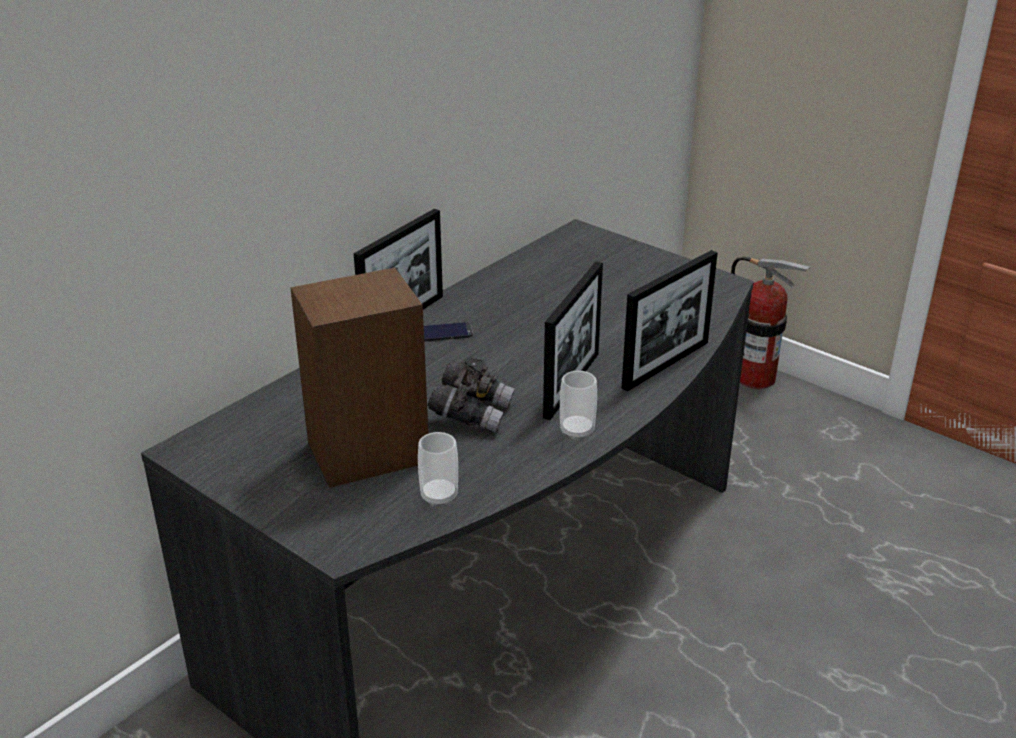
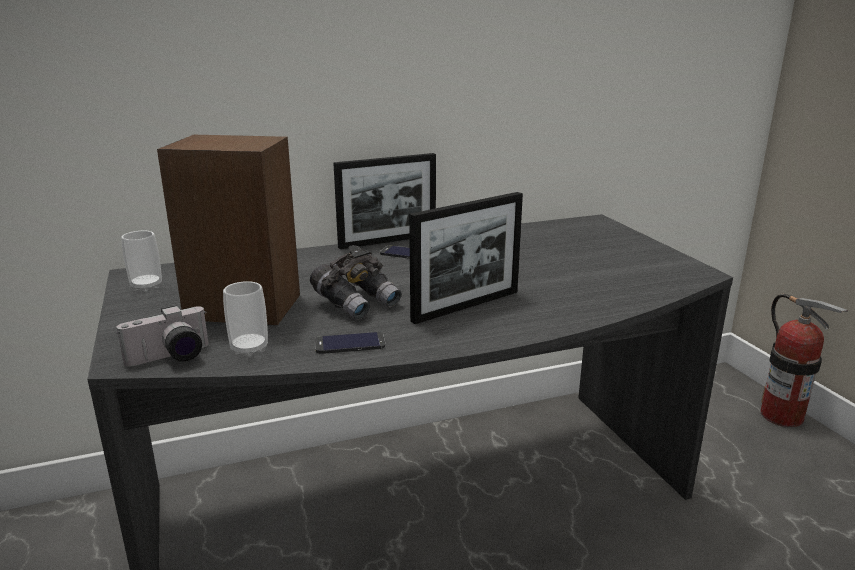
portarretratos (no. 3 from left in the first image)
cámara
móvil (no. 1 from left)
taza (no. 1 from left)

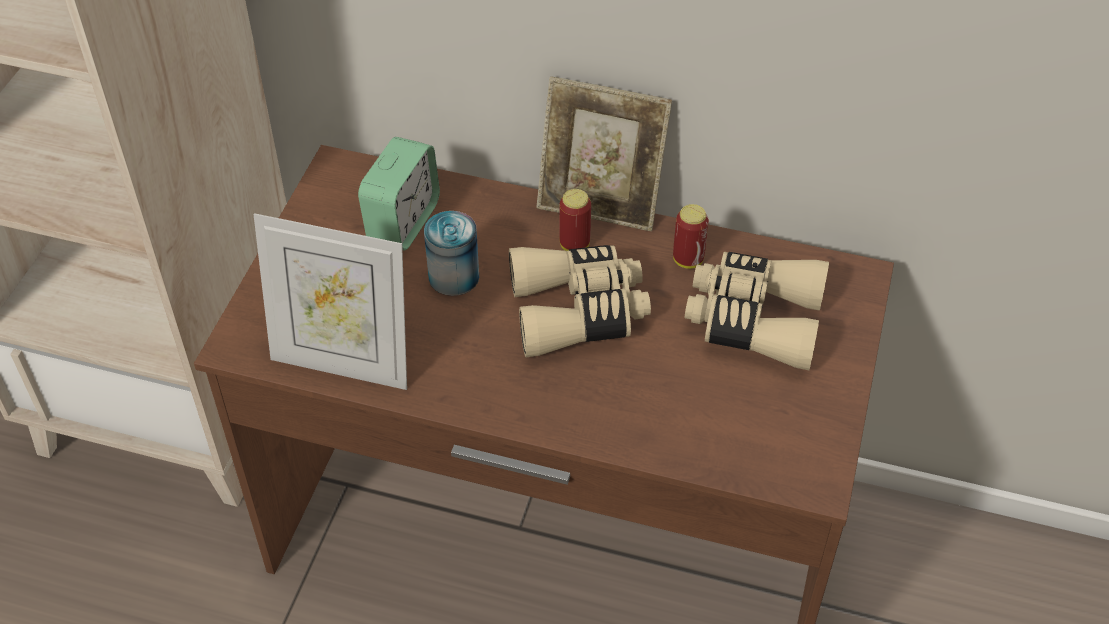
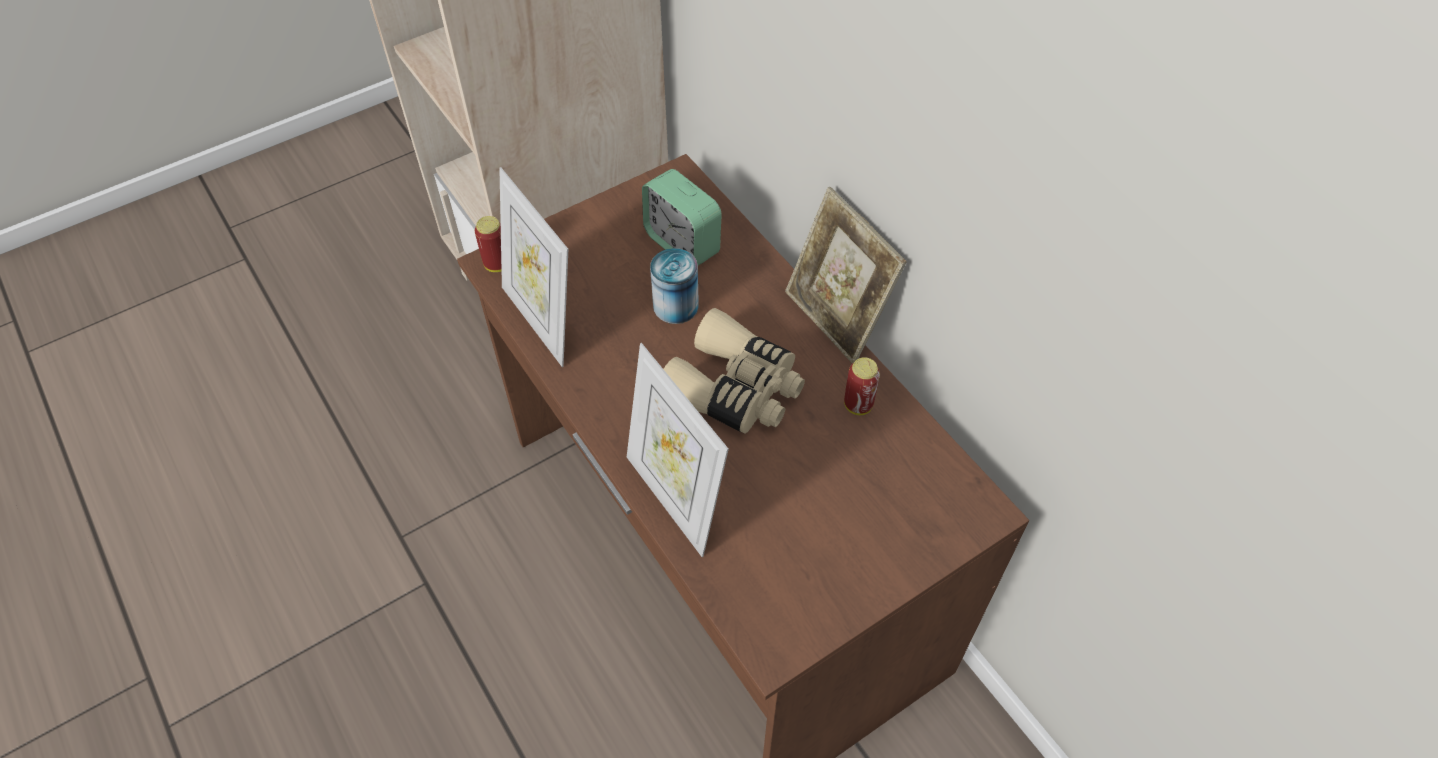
prismáticos/beis (no. 2 from left in the first image)
portarretratos (no. 2 from left)
lata (no. 1 from left)
despertador

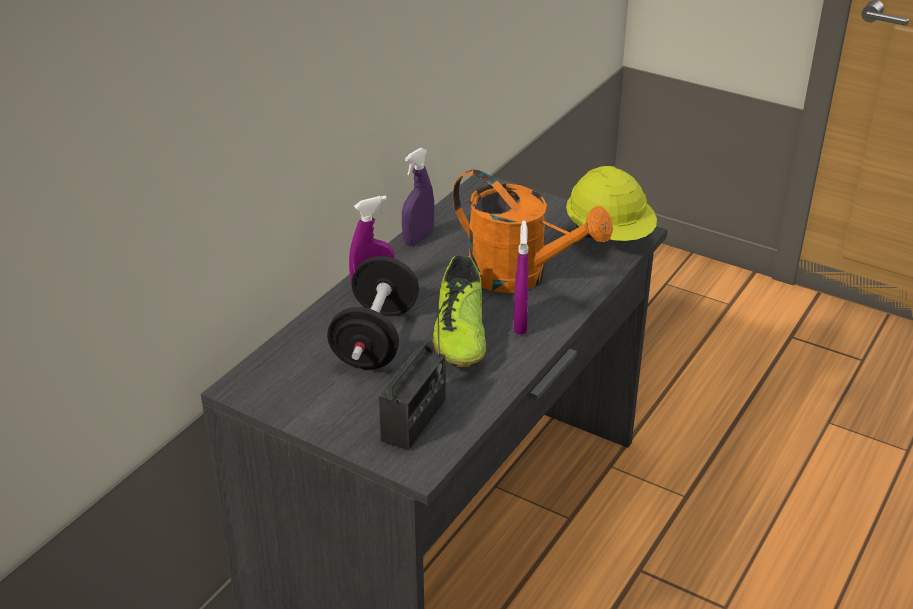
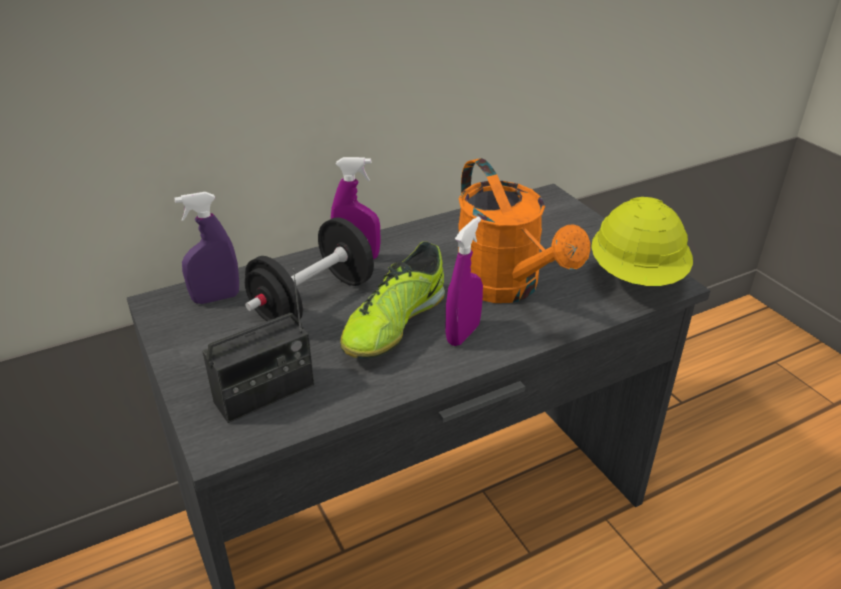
pulverizador/morado (no. 1 from left)

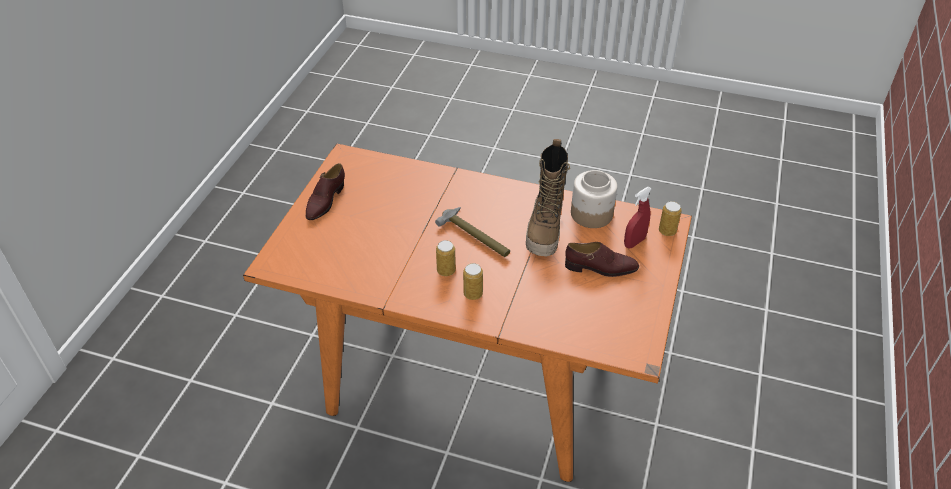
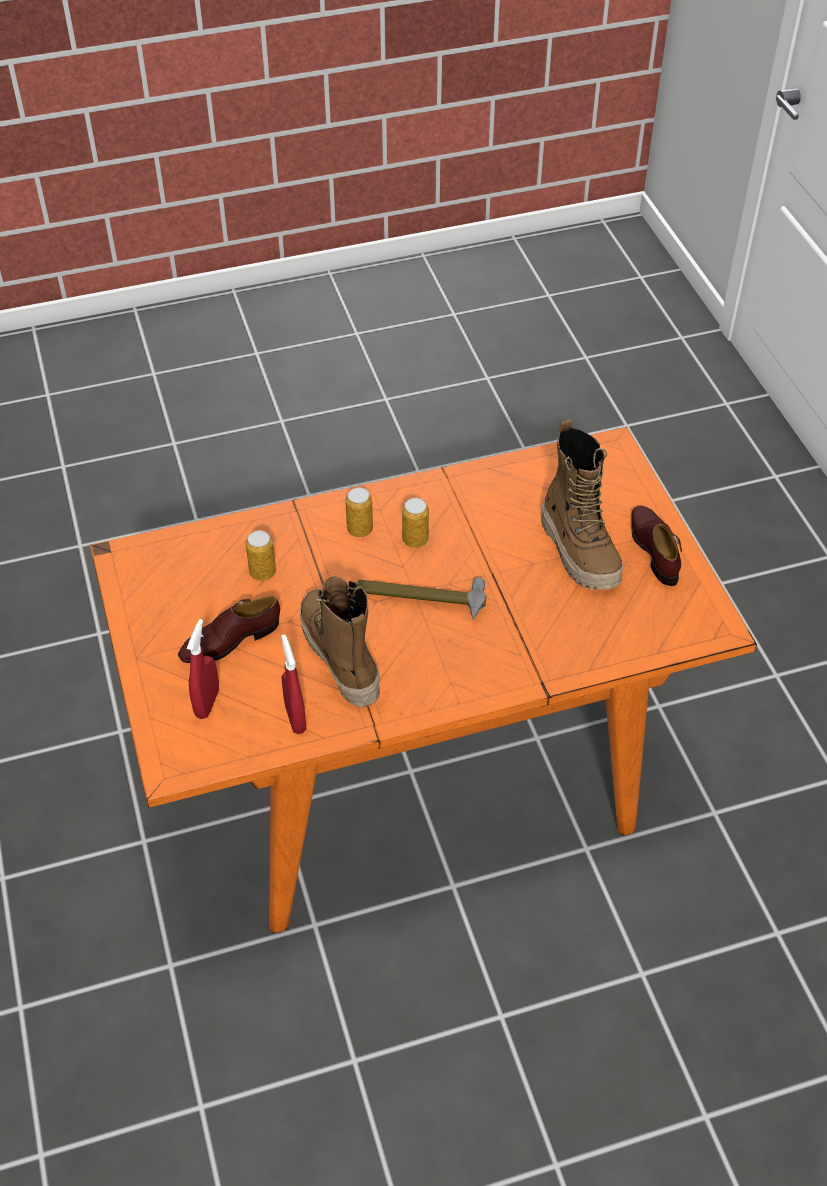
bota (no. 2 from left)
lata (no. 1 from left)
pulverizador/rojo (no. 2 from left)

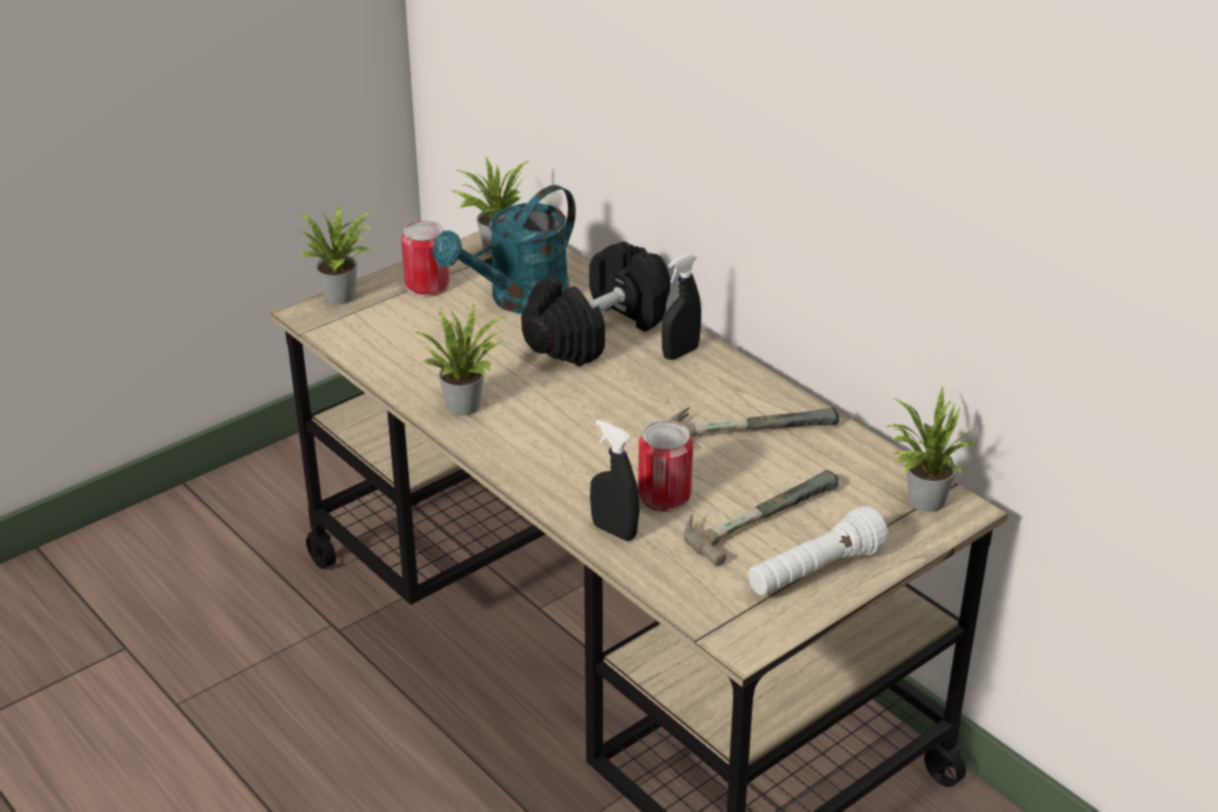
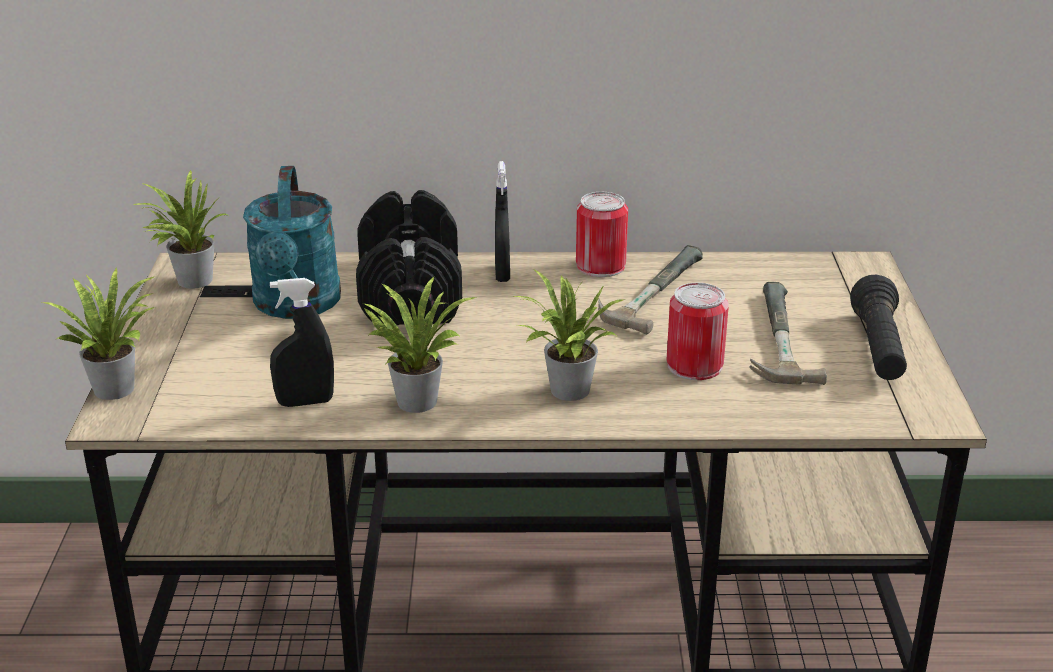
lata (no. 1 from left)
pulverizador/negro (no. 1 from left)
planta en maceta (no. 4 from left)
linterna/negro

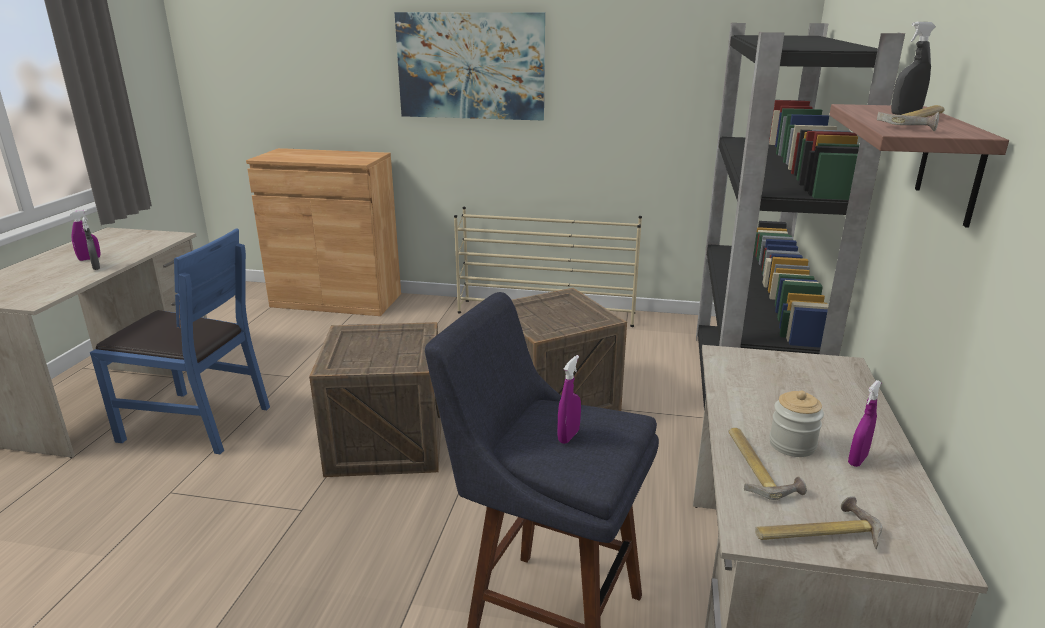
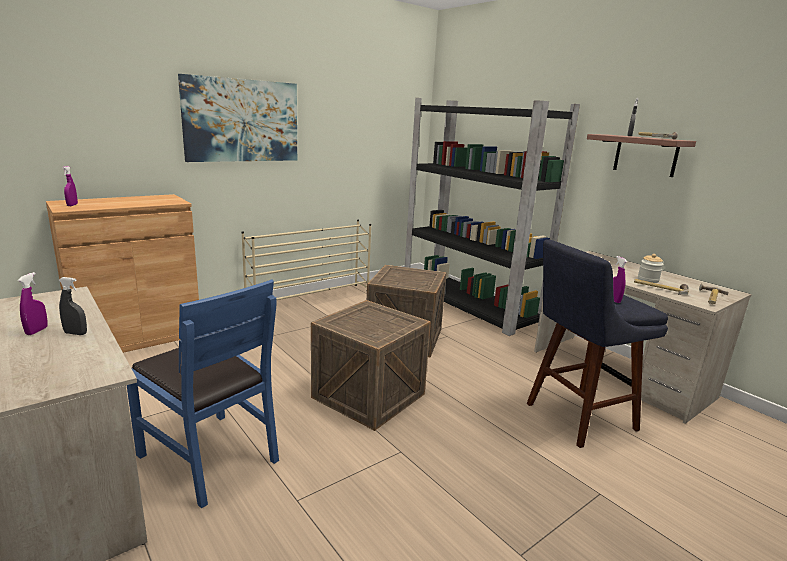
pulverizador/morado (no. 2 from left)
silla/azul

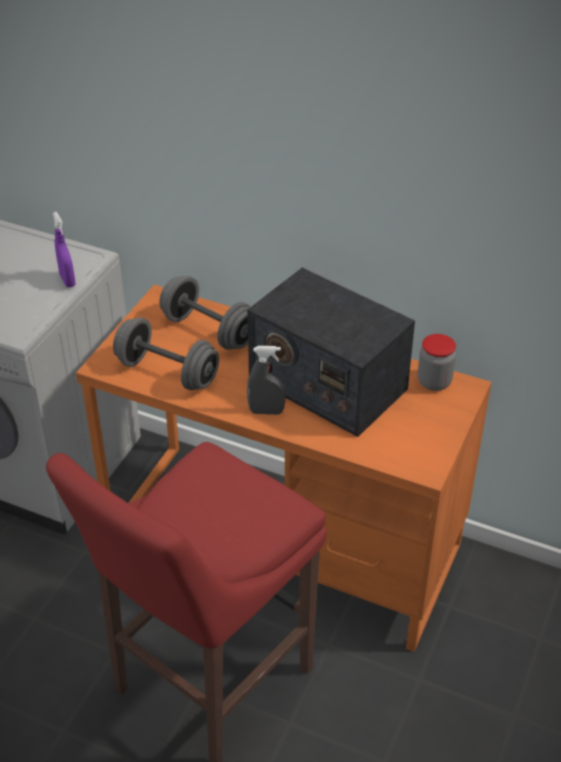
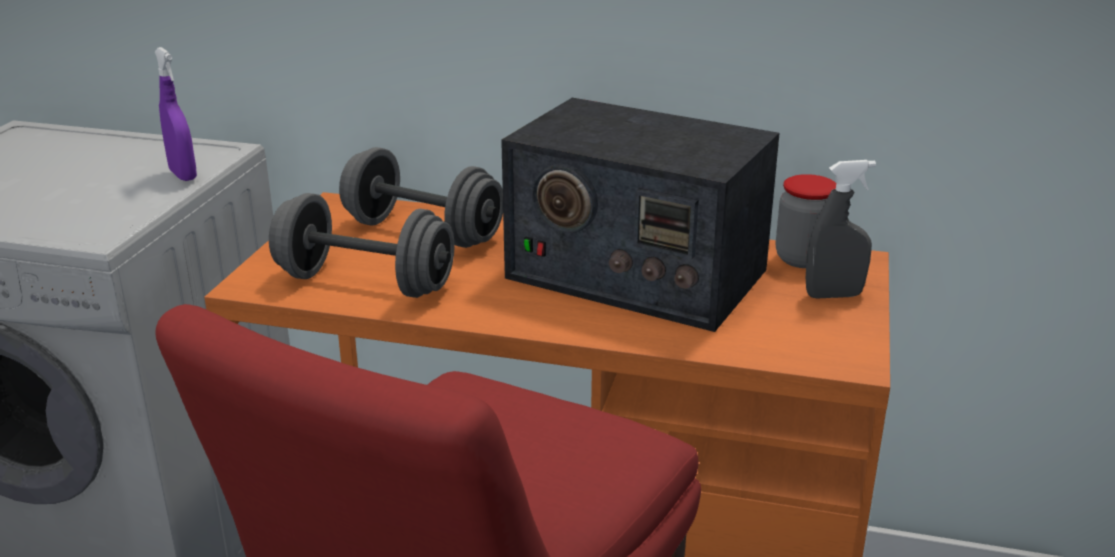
pulverizador/gris

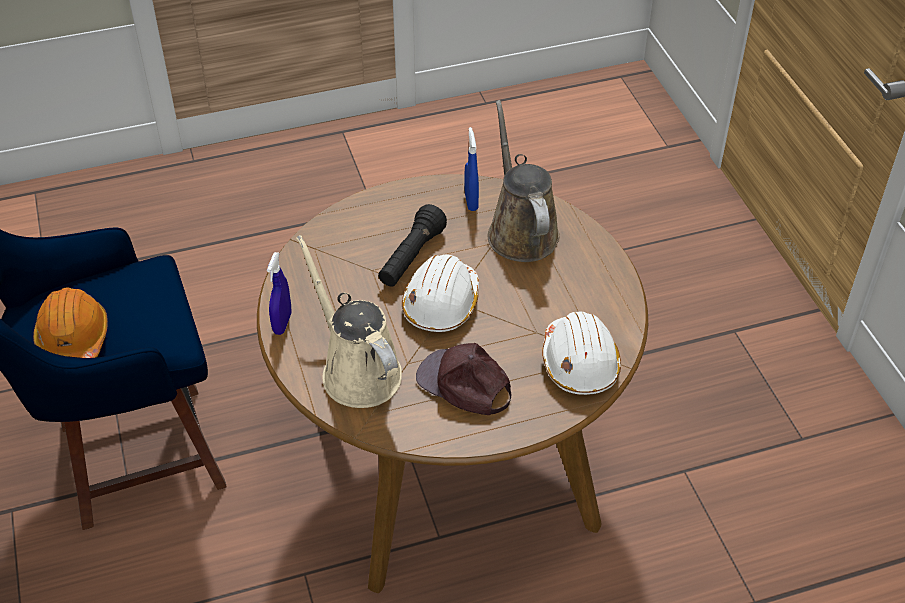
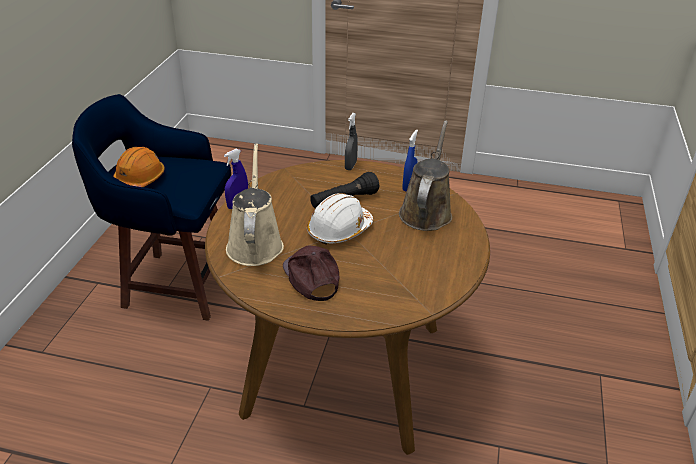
casco/blanco (no. 2 from left in the first image)
pulverizador/gris

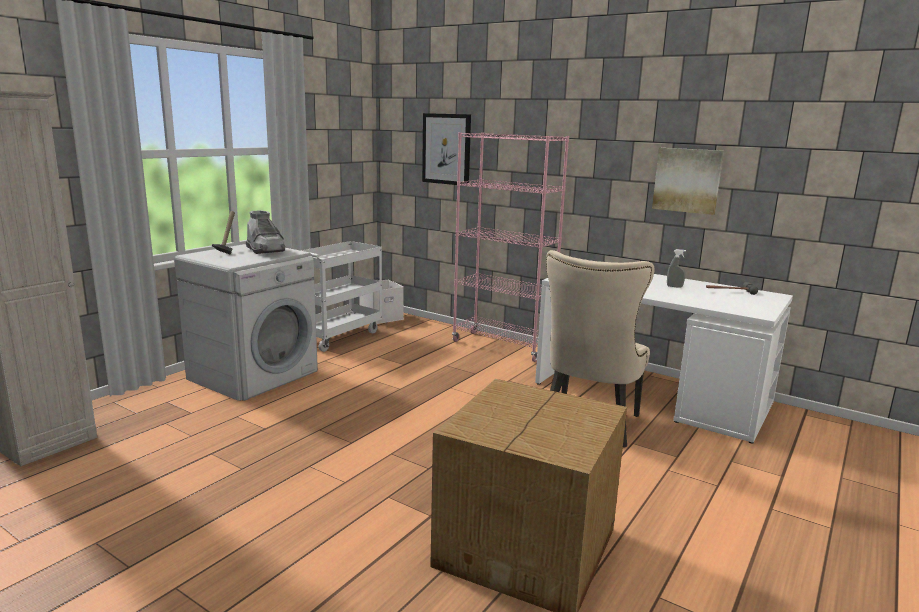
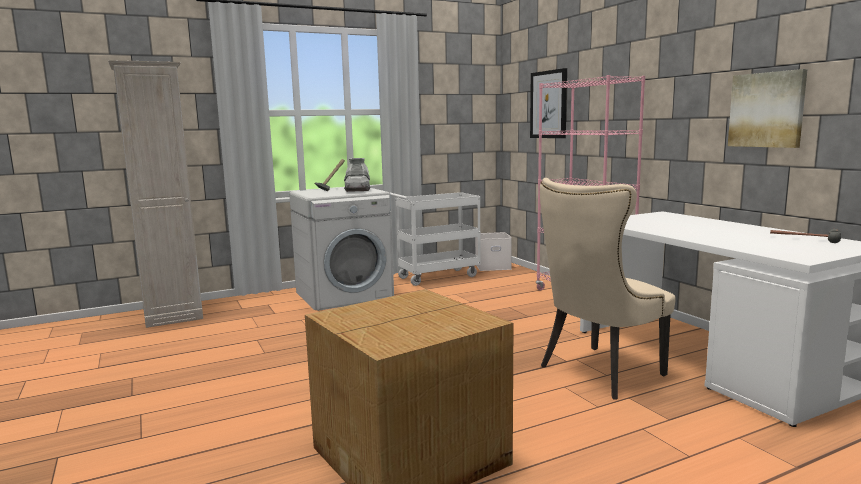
pulverizador/gris

